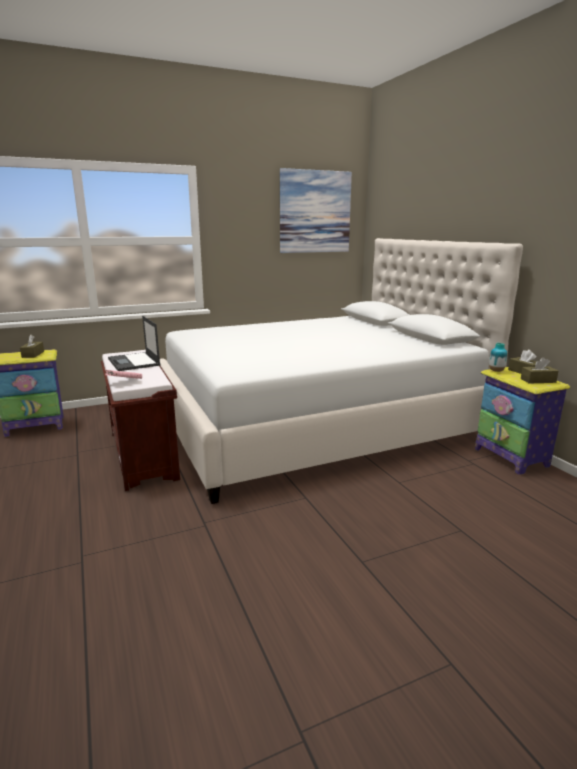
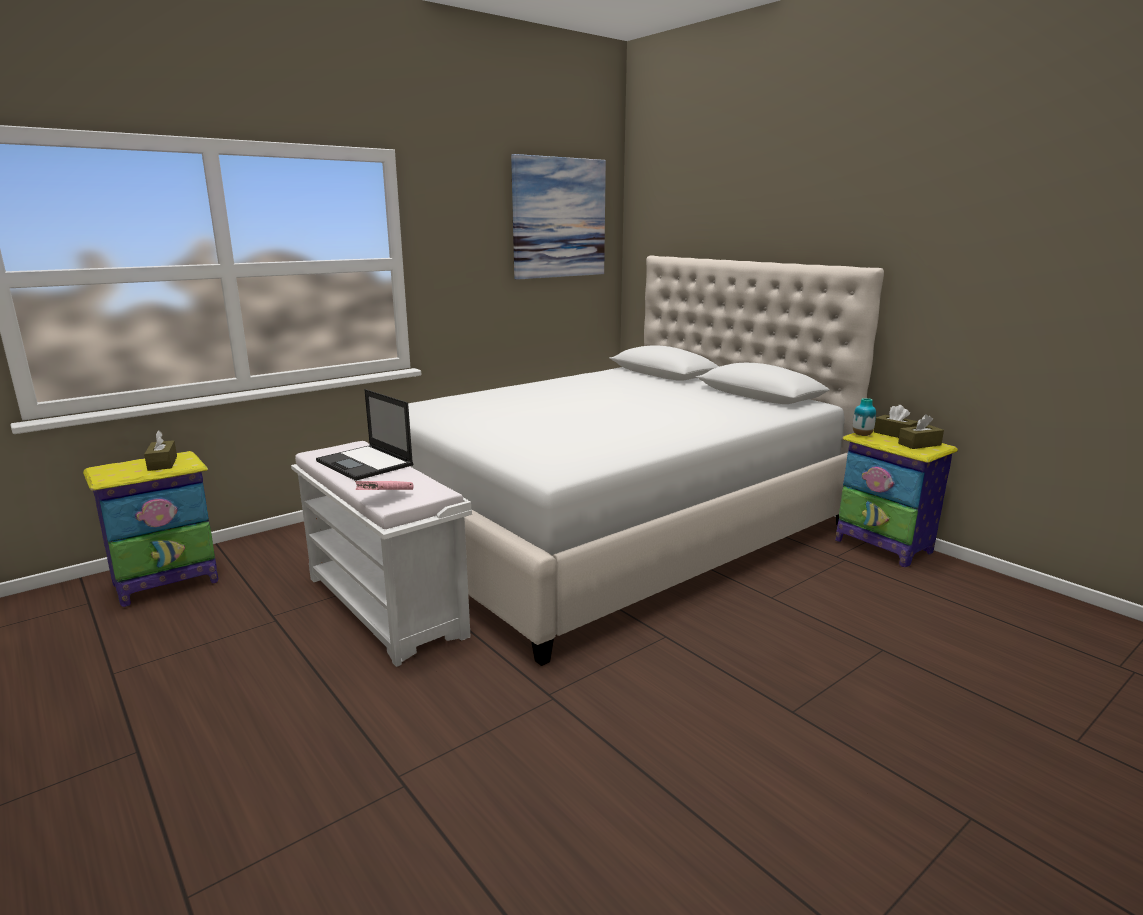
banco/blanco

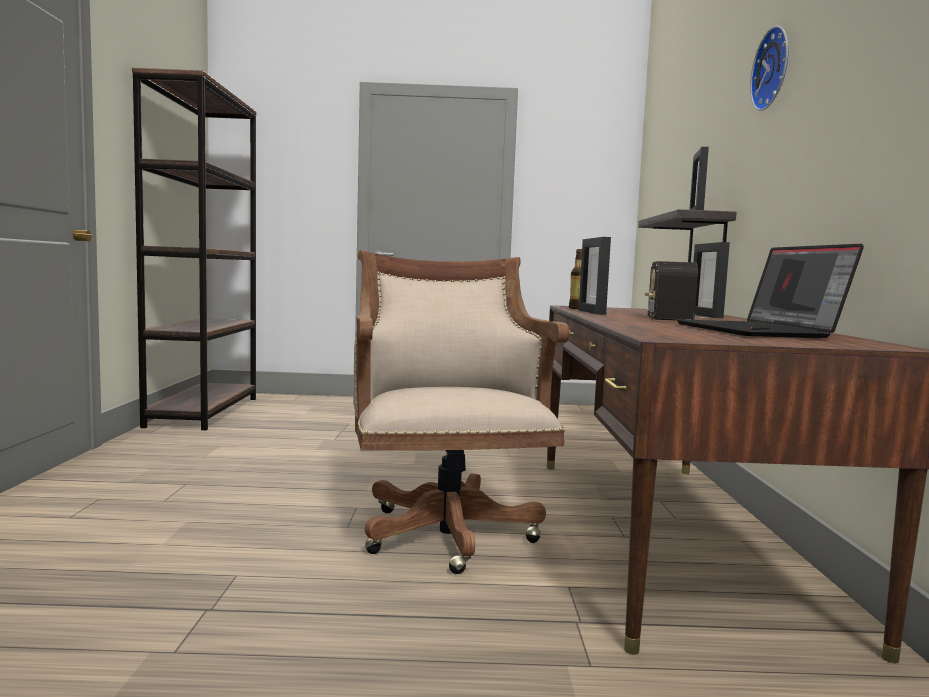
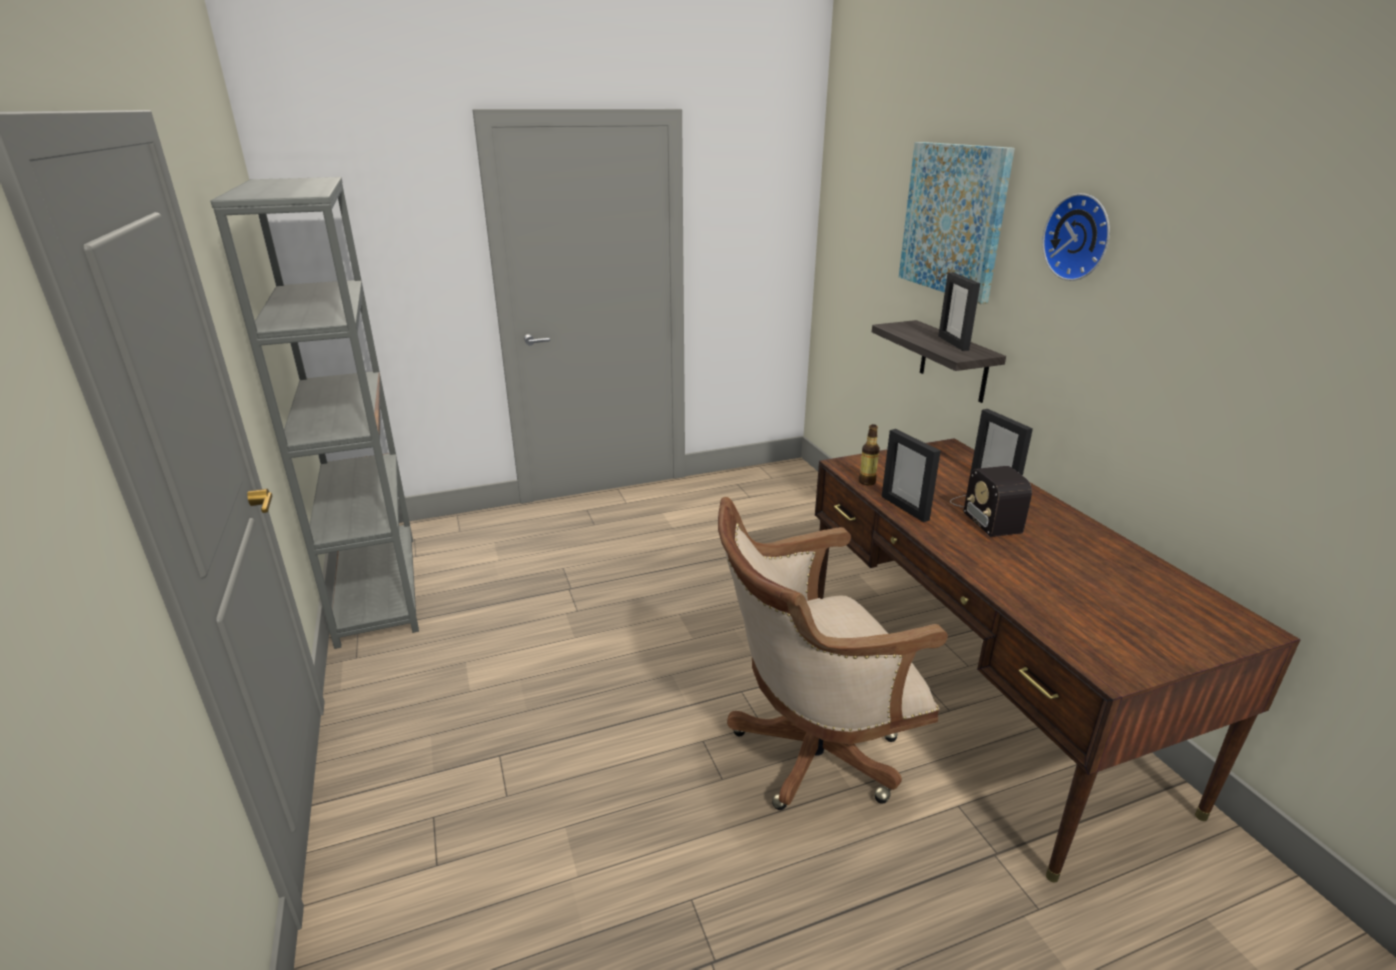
portátil
cuadro
estantería/gris
silla de oficina

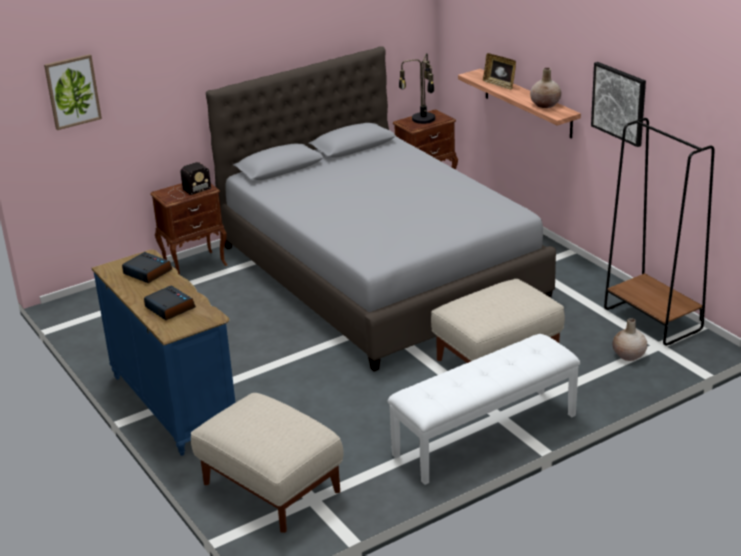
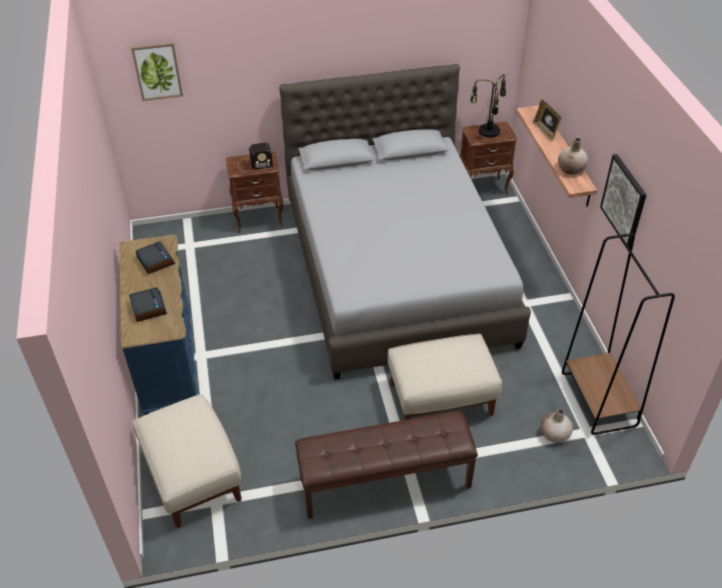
banco/marrón

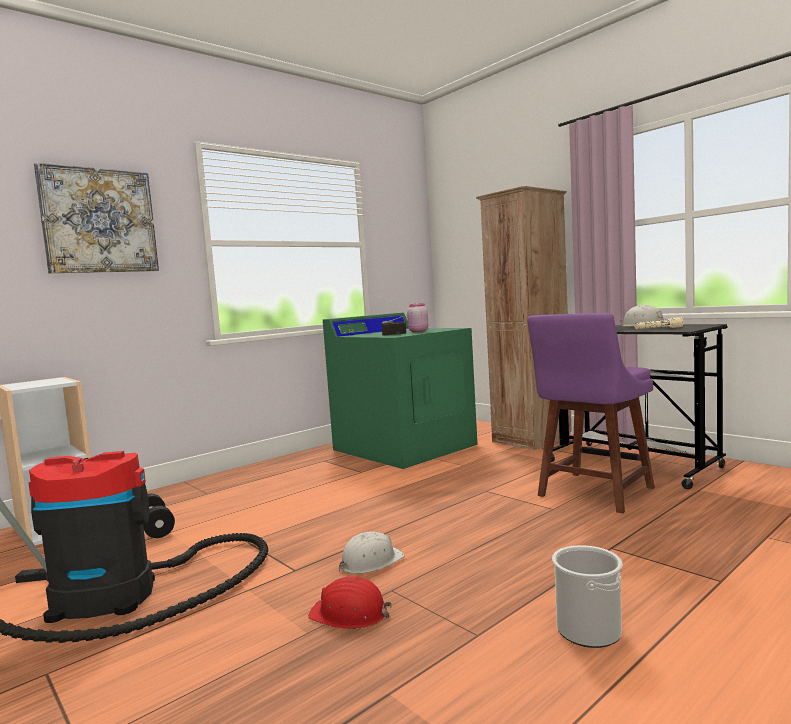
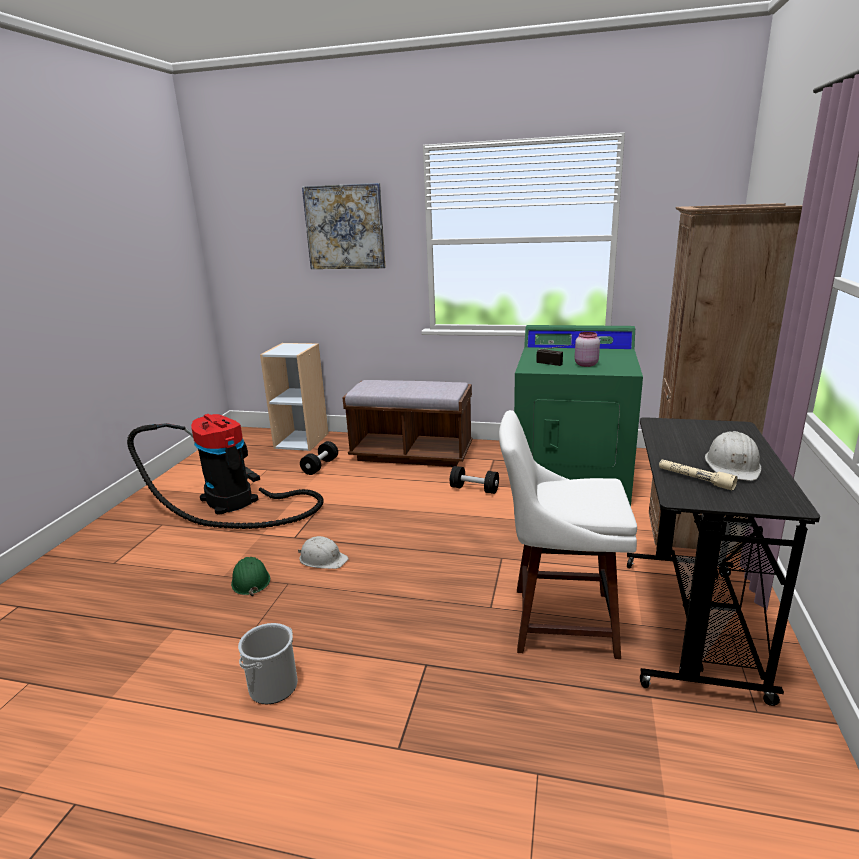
banco/marrón
mancuerna/negro (no. 2 from left)
casco/verde
taburete/blanco

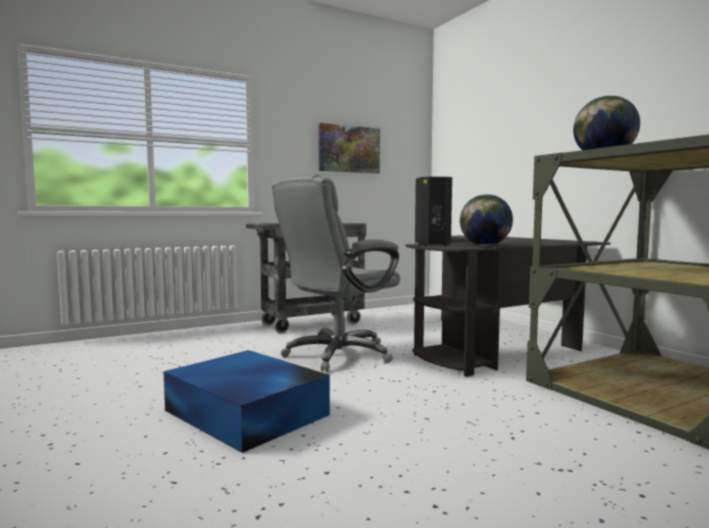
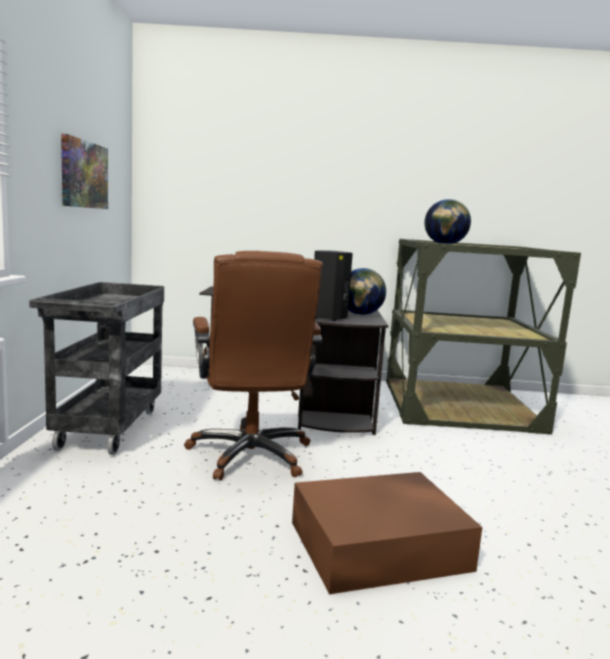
caja de almacenaje/marrón
silla de oficina/marrón

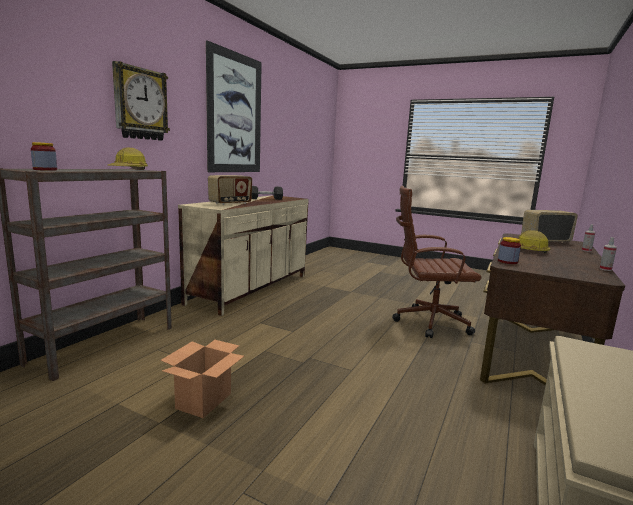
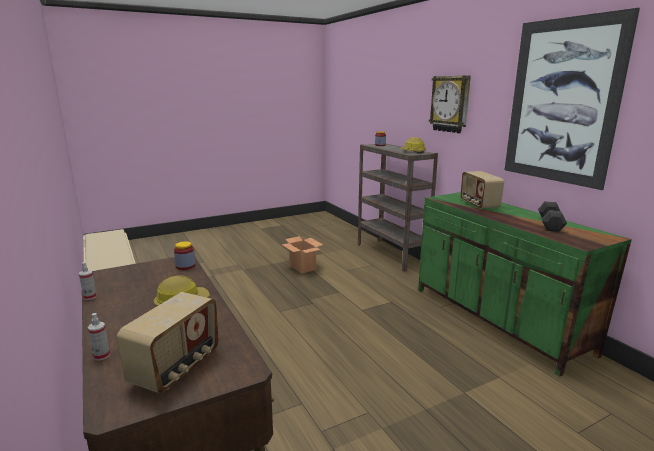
silla de oficina/marrón
armario/verde

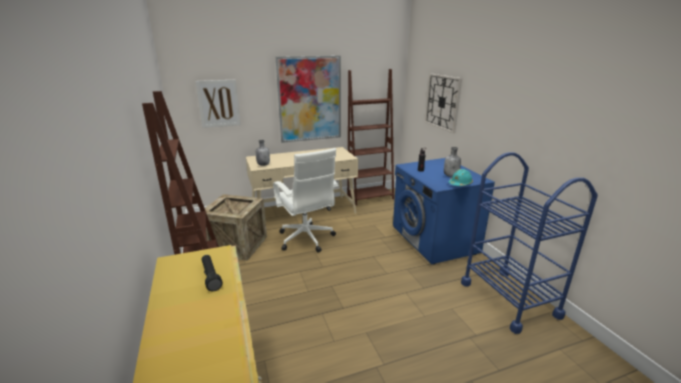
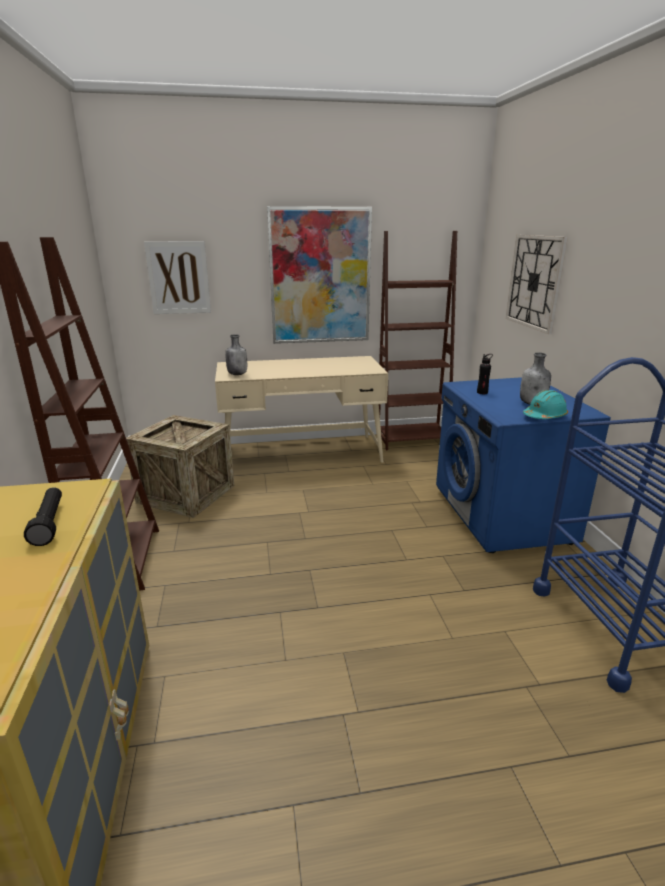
silla de oficina/blanco

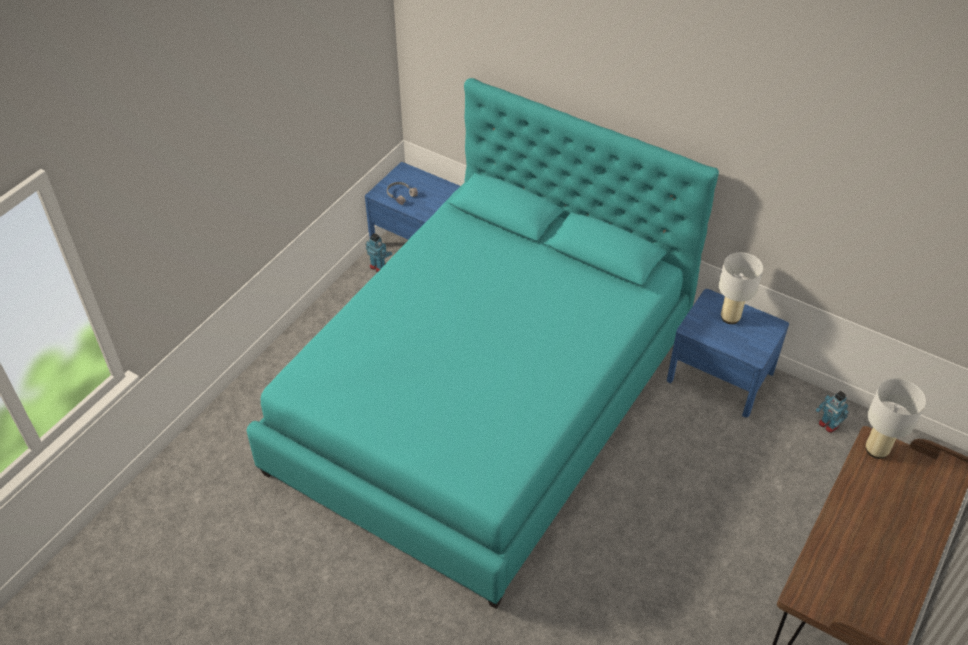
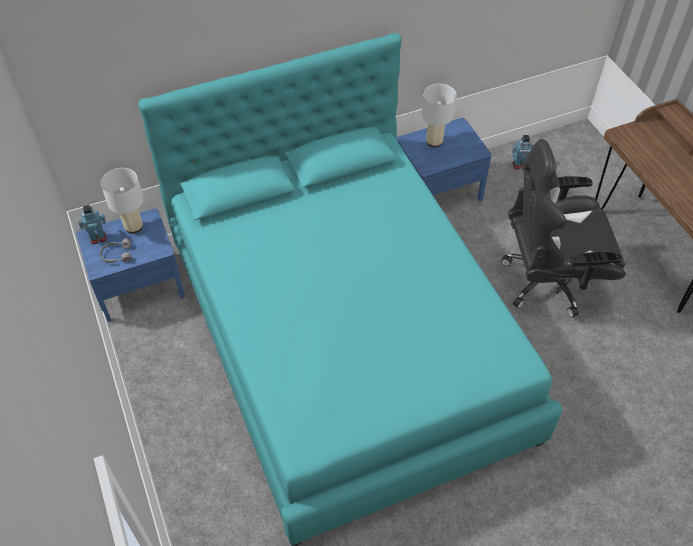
silla de oficina/negro
robot de juguete (no. 1 from left)
lámpara de mesa/blanco (no. 1 from left)

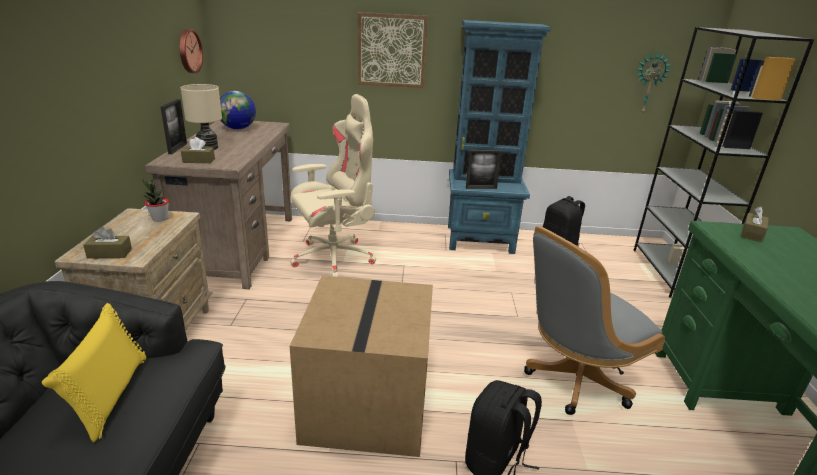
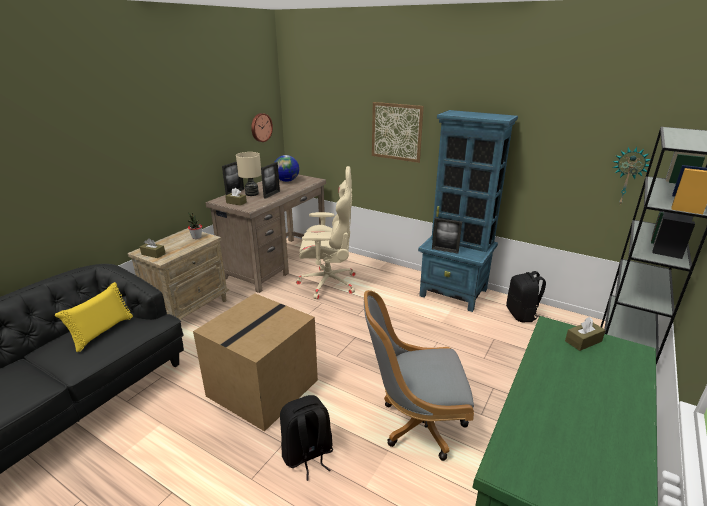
portarretratos (no. 2 from left)

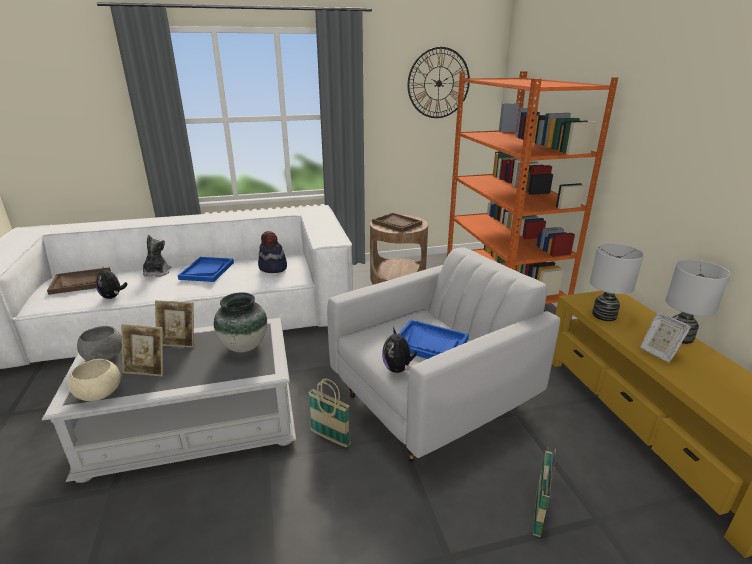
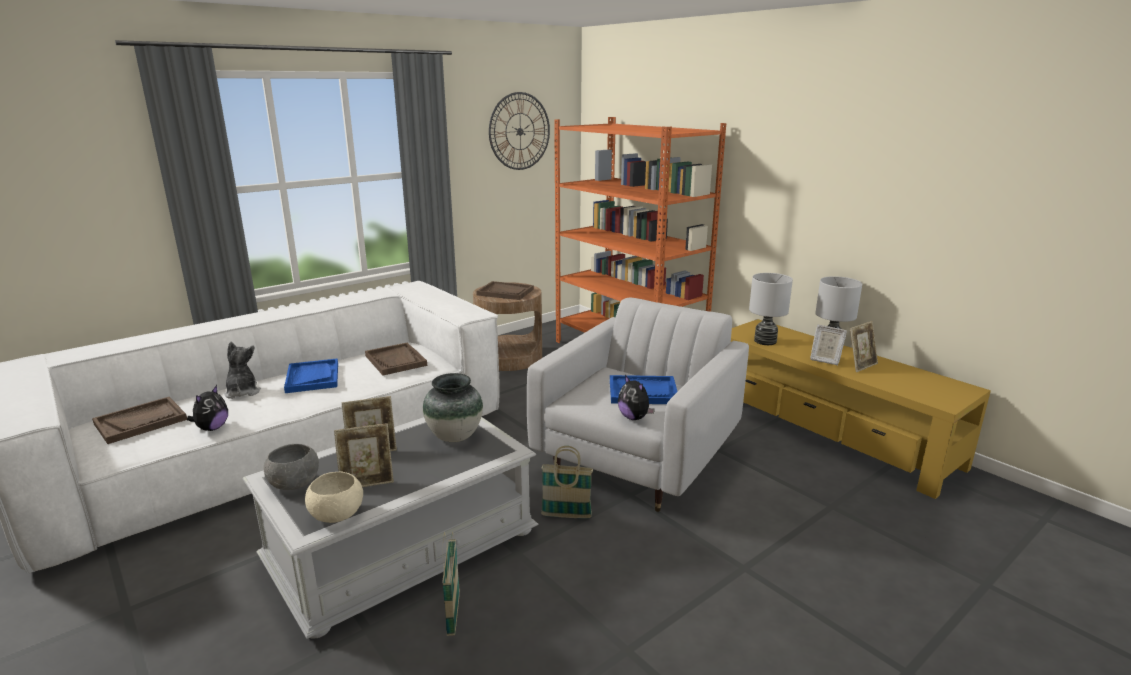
portarretratos (no. 4 from left)
cesta (no. 1 from left)
bandeja/marrón (no. 2 from left)
peluche (no. 1 from left)

